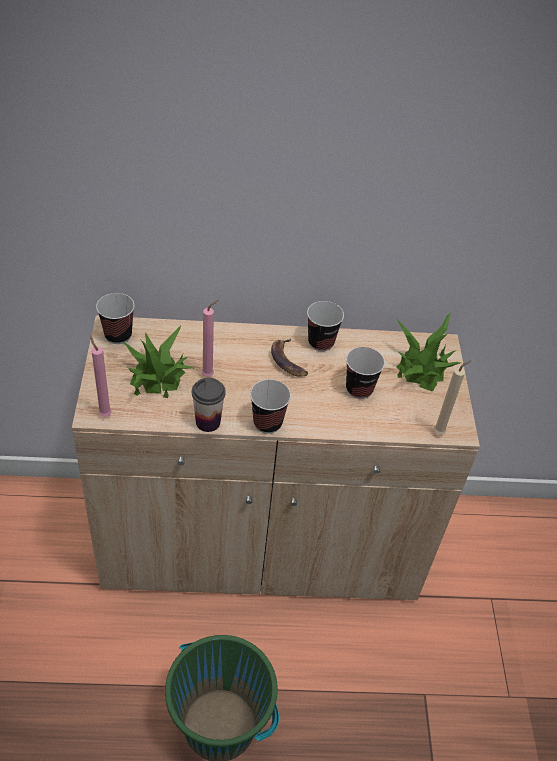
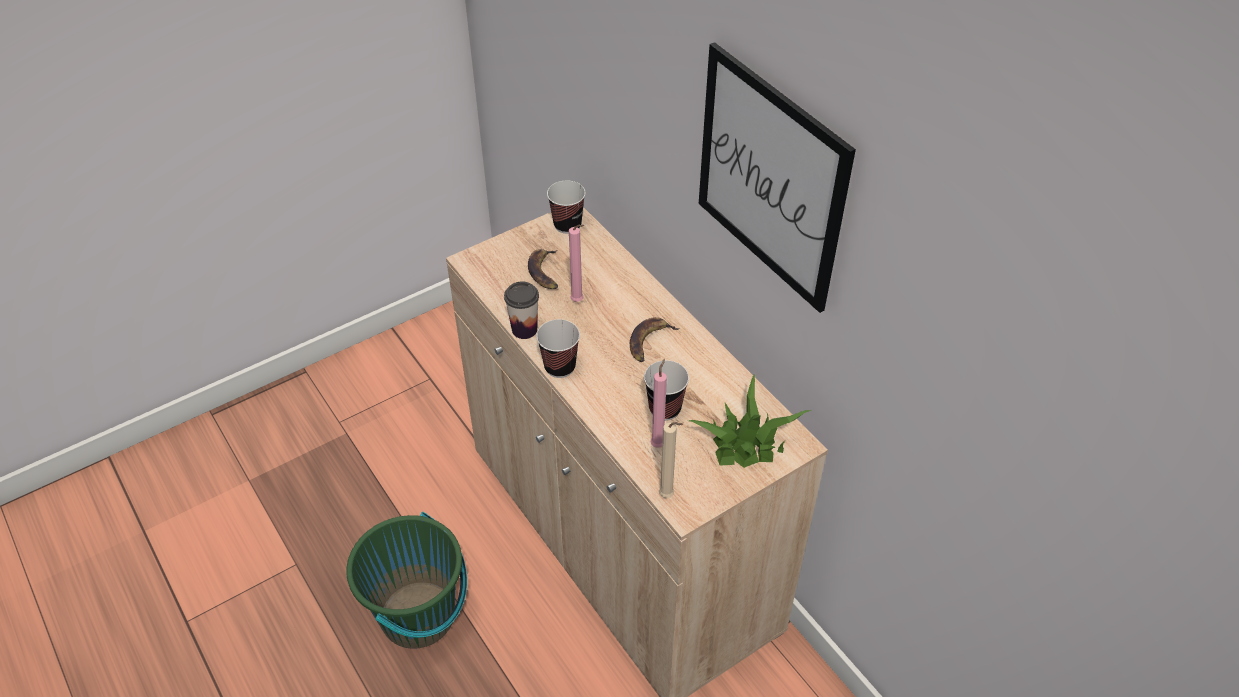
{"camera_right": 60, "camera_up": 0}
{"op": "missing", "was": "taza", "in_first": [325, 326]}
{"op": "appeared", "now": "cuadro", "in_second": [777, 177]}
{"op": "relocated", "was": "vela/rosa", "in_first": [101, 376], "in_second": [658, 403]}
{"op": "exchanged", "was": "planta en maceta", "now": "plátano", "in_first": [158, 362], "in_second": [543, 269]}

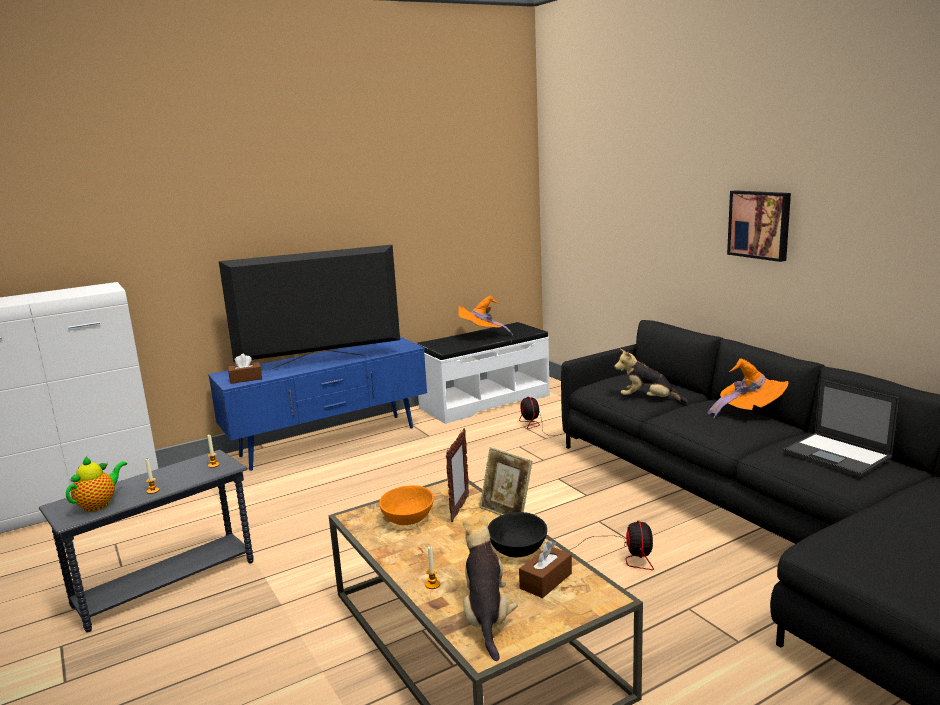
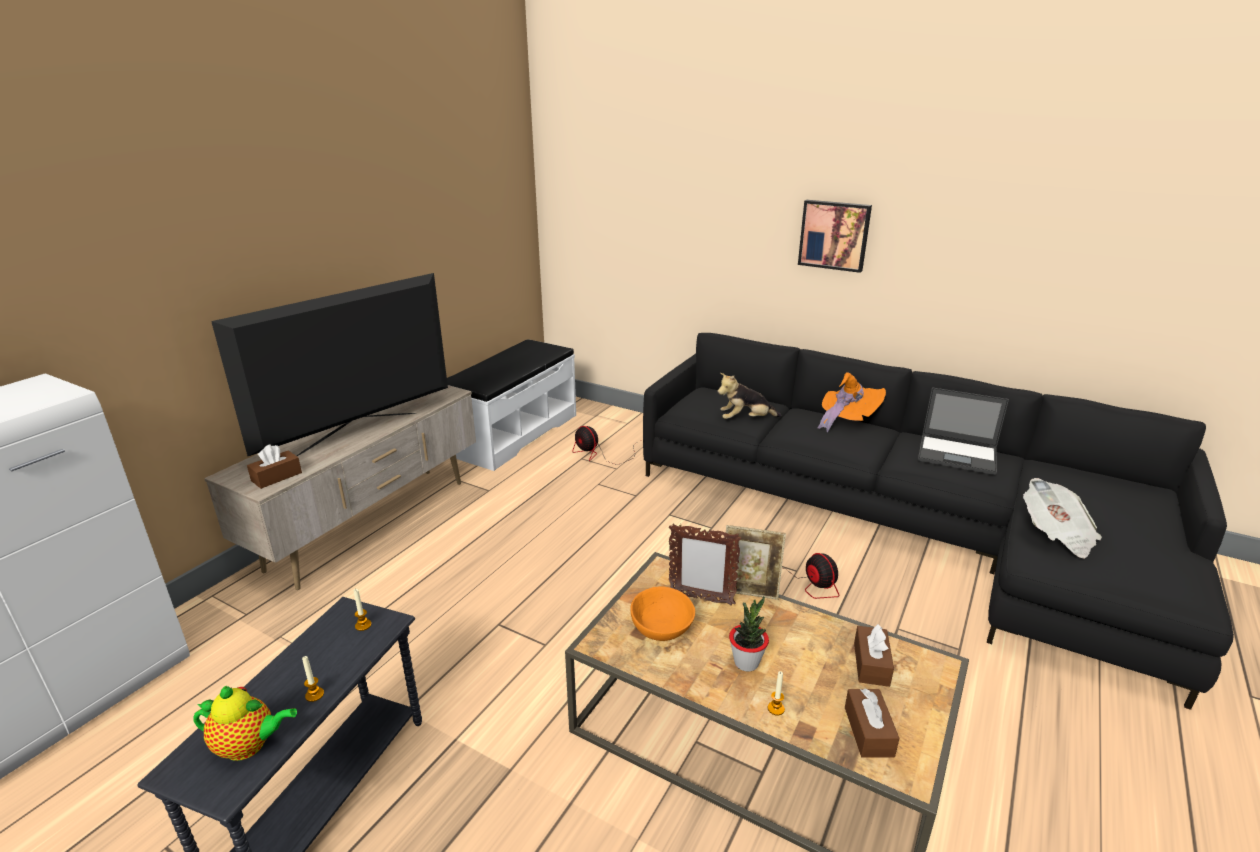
{"camera_right": -30, "camera_up": 10}
{"op": "missing", "was": "sombrero/naranja", "in_first": [485, 315]}
{"op": "missing", "was": "cuenco/negro", "in_first": [517, 534]}
{"op": "appeared", "now": "planta en maceta", "in_second": [749, 634]}
{"op": "appeared", "now": "periódico", "in_second": [1062, 518]}
{"op": "exchanged", "was": "peluche", "now": "caja de pañuelos/marrón", "in_first": [490, 587], "in_second": [872, 723]}
{"op": "colour", "was": "mueble de televisión/azul", "now": "mueble de televisión/beis", "in_first": [317, 404], "in_second": [340, 487]}
{"op": "spun", "was": "tetera", "in_first": [96, 484], "in_second": [245, 723], "clockwise": 90}
{"op": "spun", "was": "portarretratos", "in_first": [457, 475], "in_second": [705, 565], "clockwise": 120}

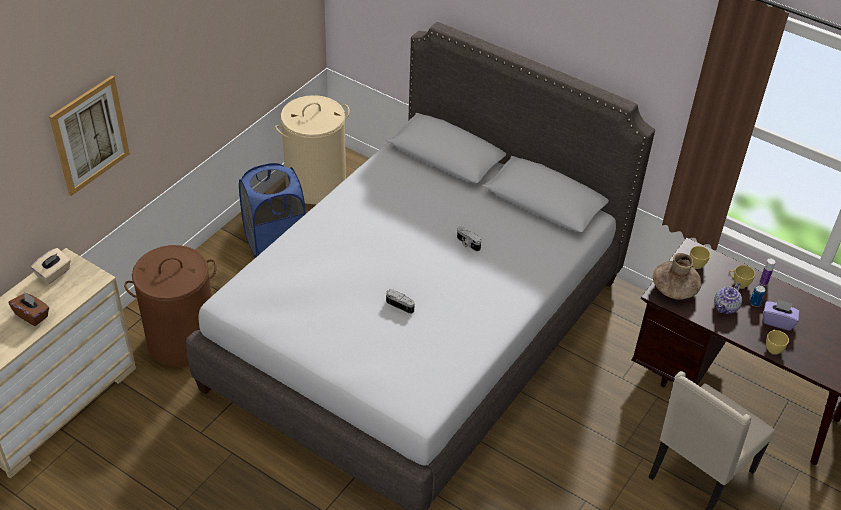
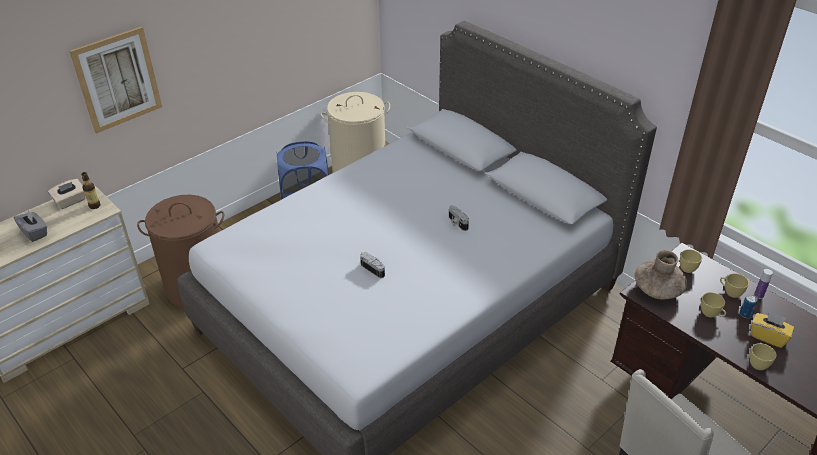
{"camera_right": 15, "camera_up": -5}
{"op": "appeared", "now": "botella", "in_second": [91, 190]}
{"op": "exchanged", "was": "tetera", "now": "taza/amarillo", "in_first": [728, 298], "in_second": [713, 304]}
{"op": "colour", "was": "caja de pañuelos/marrón", "now": "caja de pañuelos/gris", "in_first": [28, 309], "in_second": [30, 226]}
{"op": "colour", "was": "caja de pañuelos/morado", "now": "caja de pañuelos/amarillo", "in_first": [781, 315], "in_second": [772, 329]}

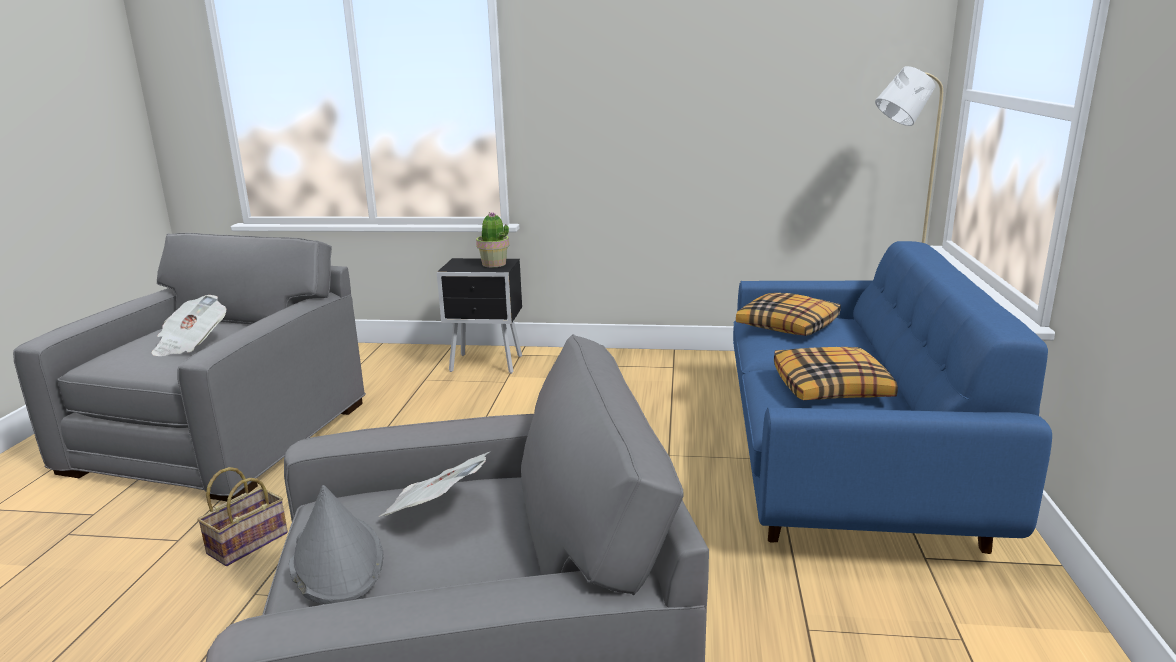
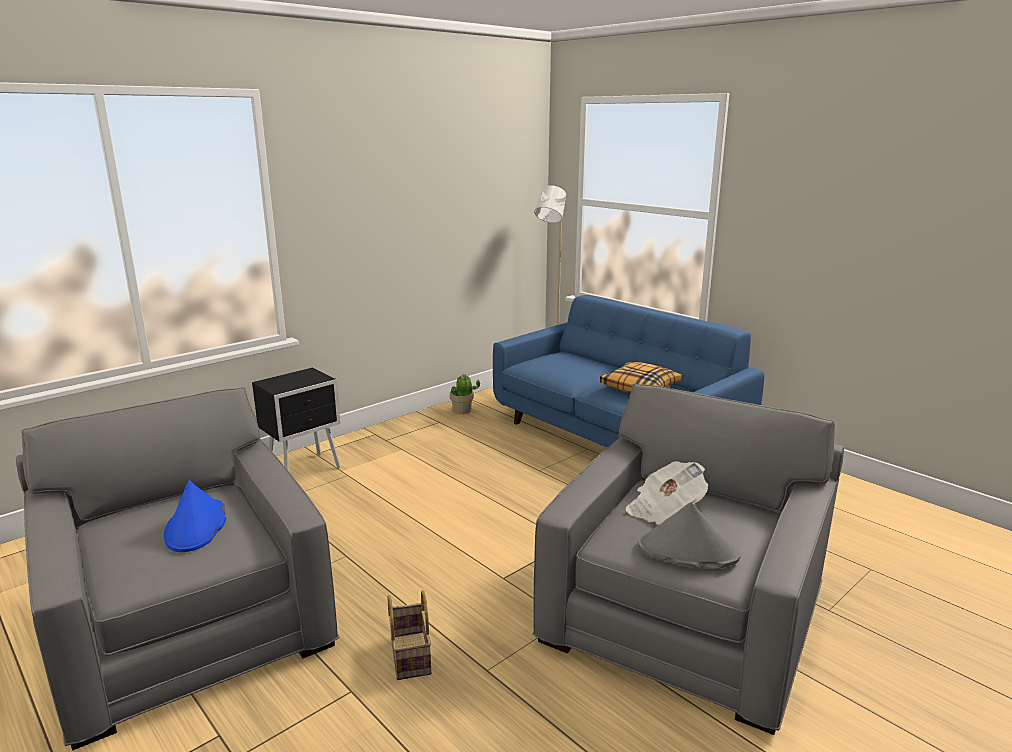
{"camera_right": -50, "camera_up": 0}
{"op": "missing", "was": "cojín", "in_first": [788, 314]}
{"op": "relocated", "was": "planta en maceta", "in_first": [492, 240], "in_second": [465, 394]}
{"op": "exchanged", "was": "periódico", "now": "sombrero/azul", "in_first": [188, 325], "in_second": [195, 516]}

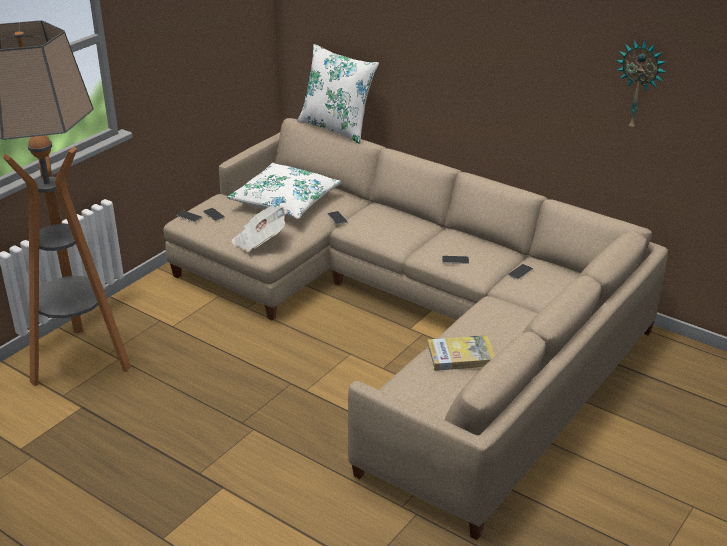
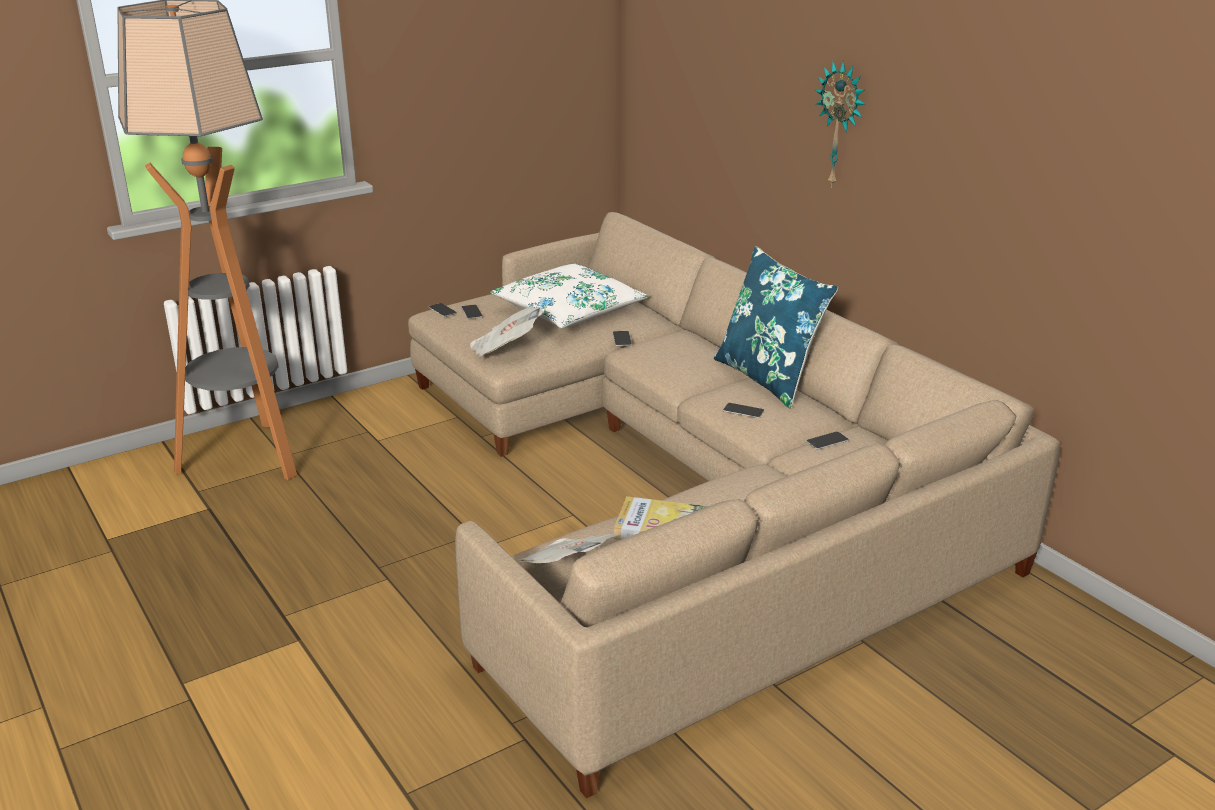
{"camera_right": 20, "camera_up": -5}
{"op": "missing", "was": "cojín/blanco", "in_first": [338, 94]}
{"op": "appeared", "now": "periódico", "in_second": [568, 548]}
{"op": "appeared", "now": "cojín/azul", "in_second": [776, 327]}
{"op": "relocated", "was": "reloj de pared", "in_first": [641, 84], "in_second": [840, 124]}

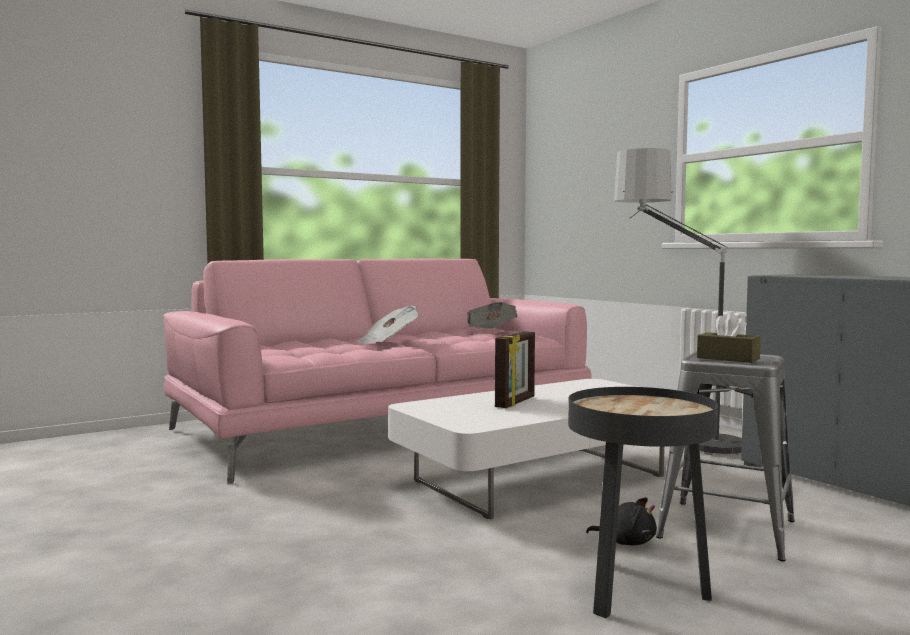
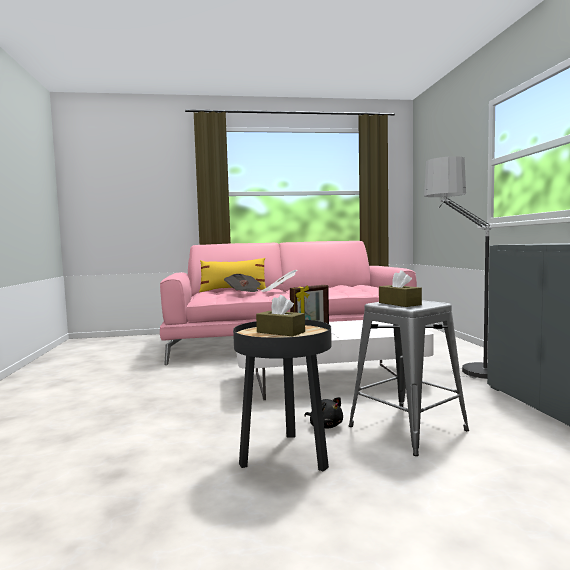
{"camera_right": 25, "camera_up": 0}
{"op": "appeared", "now": "cojín/amarillo", "in_second": [232, 275]}
{"op": "appeared", "now": "caja de pañuelos/marrón", "in_second": [280, 315]}
{"op": "relocated", "was": "periódico", "in_first": [492, 315], "in_second": [242, 283]}

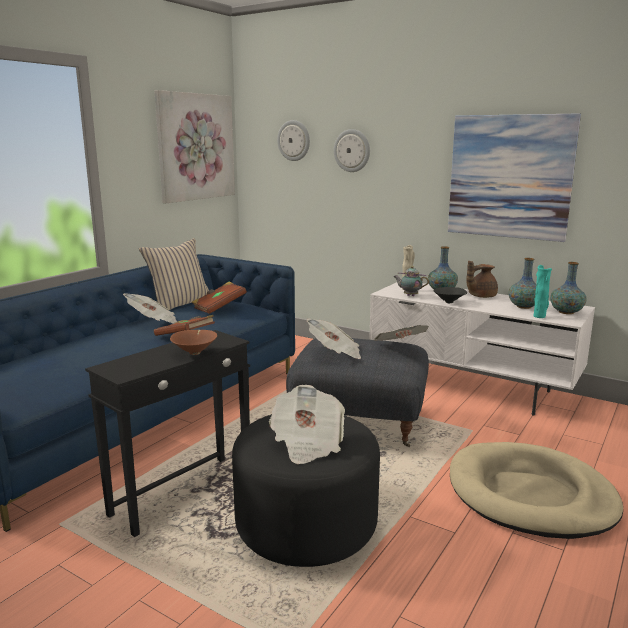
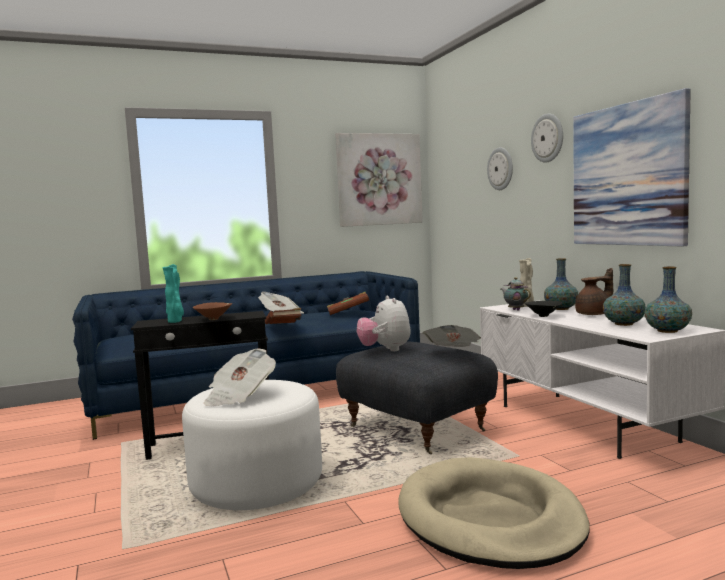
{"camera_right": 35, "camera_up": -10}
{"op": "missing", "was": "cojín/beis", "in_first": [174, 274]}
{"op": "relocated", "was": "reloj de pared", "in_first": [293, 140], "in_second": [547, 138]}
{"op": "relocated", "was": "florero/turquesa", "in_first": [542, 291], "in_second": [173, 293]}
{"op": "exchanged", "was": "periódico", "now": "peluche", "in_first": [334, 339], "in_second": [384, 323]}
{"op": "colour", "was": "puf/negro", "now": "puf/blanco", "in_first": [306, 490], "in_second": [252, 445]}
{"op": "spun", "was": "tetera/marrón", "in_first": [482, 279], "in_second": [594, 291], "clockwise": 150}

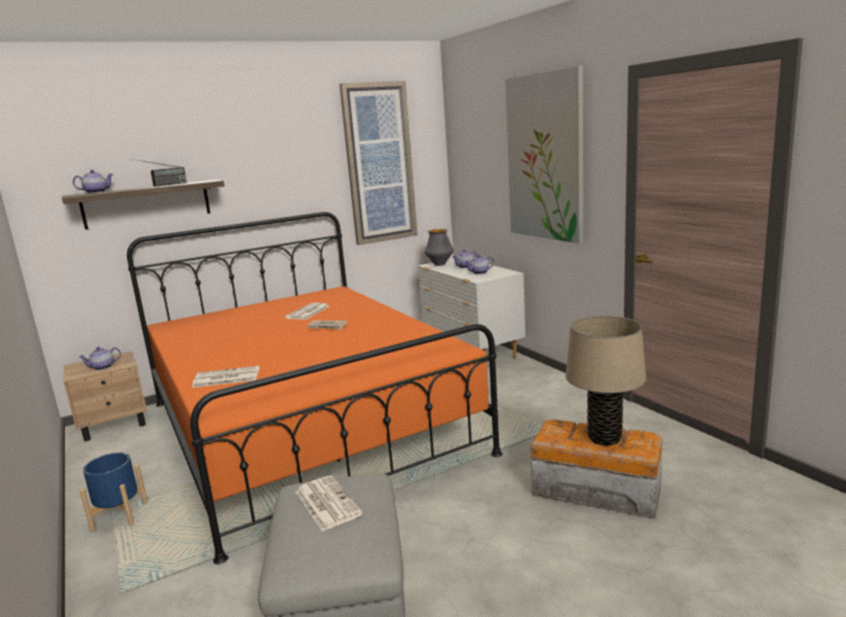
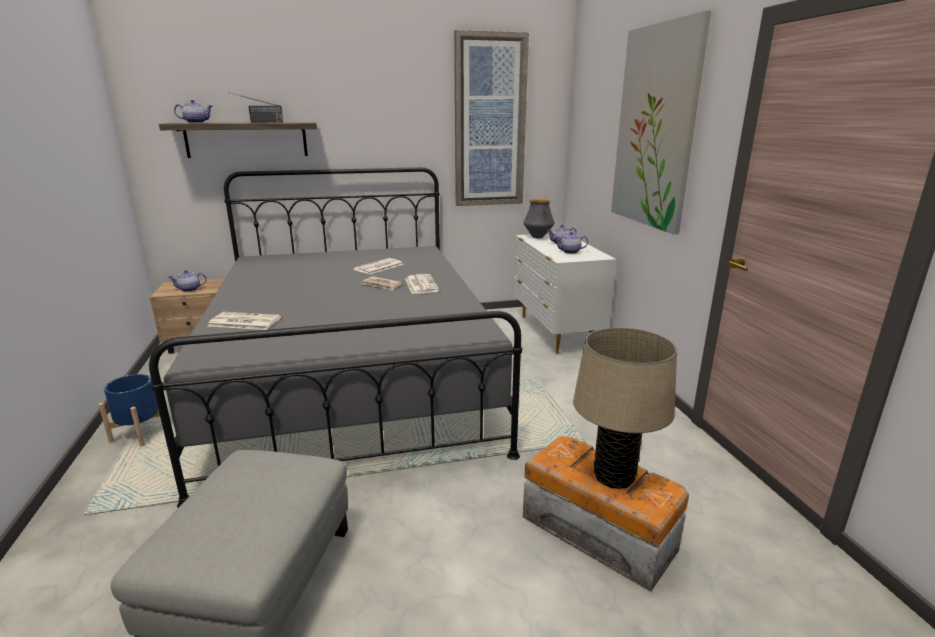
{"camera_right": 15, "camera_up": 5}
{"op": "relocated", "was": "periódico", "in_first": [329, 503], "in_second": [422, 284]}
{"op": "colour", "was": "cama/naranja", "now": "cama/gris", "in_first": [315, 388], "in_second": [335, 337]}

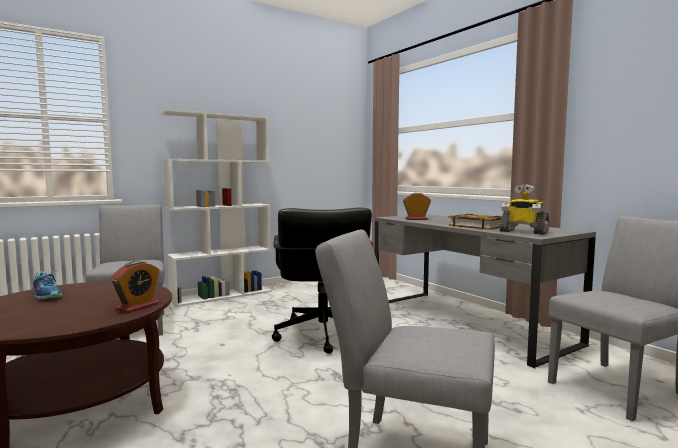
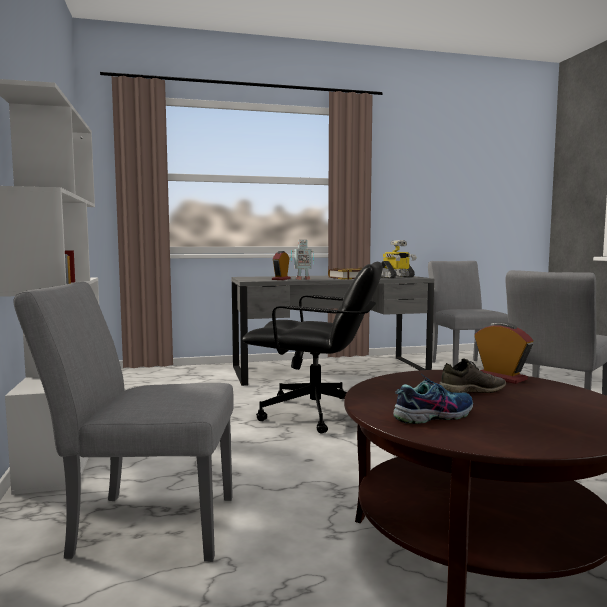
{"camera_right": -70, "camera_up": 0}
{"op": "appeared", "now": "robot de juguete", "in_second": [302, 260]}
{"op": "appeared", "now": "zapato/gris", "in_second": [472, 375]}

